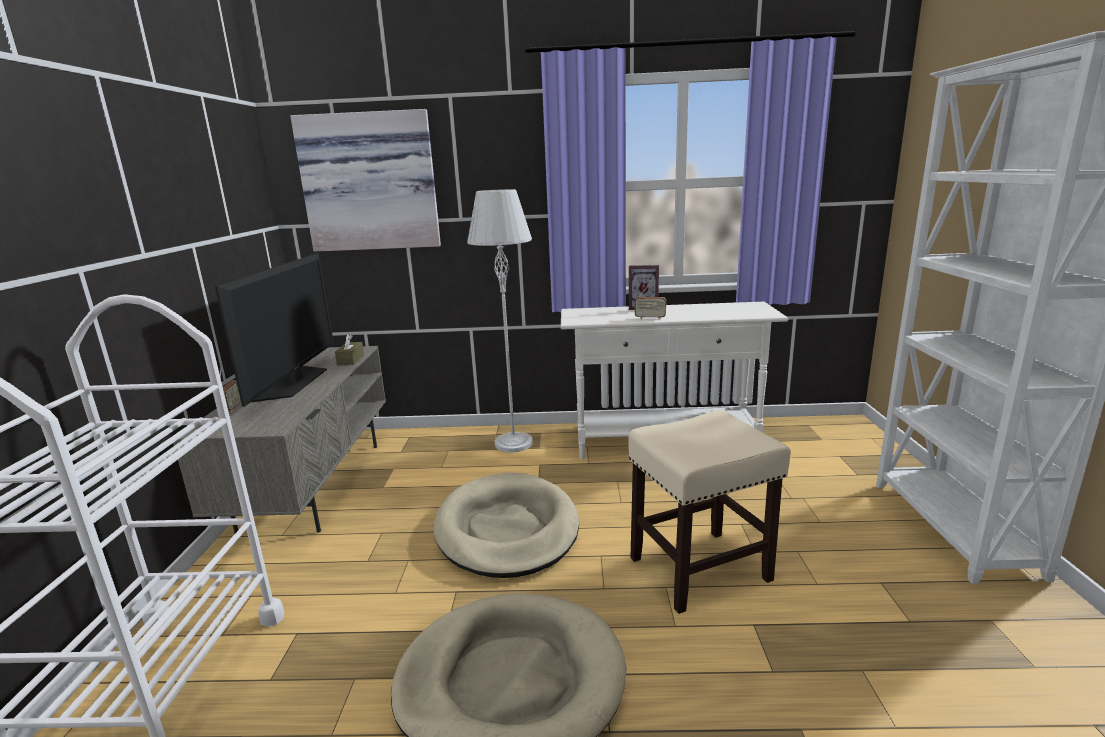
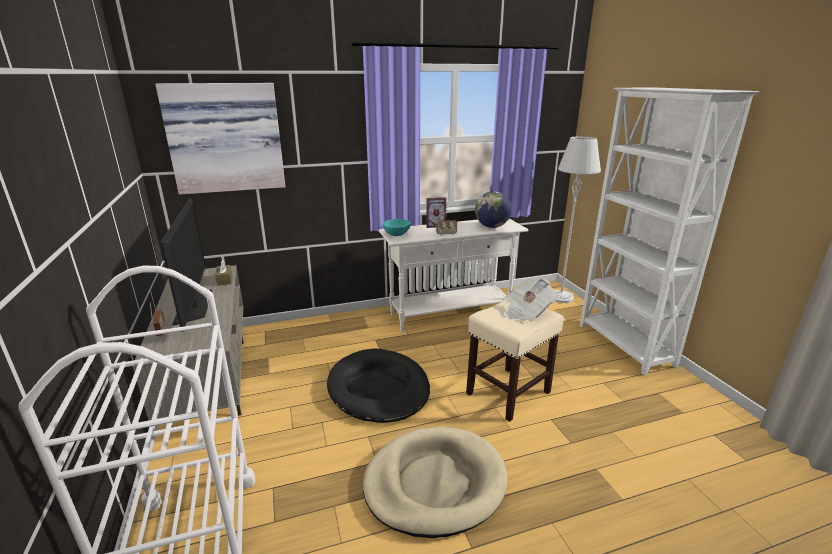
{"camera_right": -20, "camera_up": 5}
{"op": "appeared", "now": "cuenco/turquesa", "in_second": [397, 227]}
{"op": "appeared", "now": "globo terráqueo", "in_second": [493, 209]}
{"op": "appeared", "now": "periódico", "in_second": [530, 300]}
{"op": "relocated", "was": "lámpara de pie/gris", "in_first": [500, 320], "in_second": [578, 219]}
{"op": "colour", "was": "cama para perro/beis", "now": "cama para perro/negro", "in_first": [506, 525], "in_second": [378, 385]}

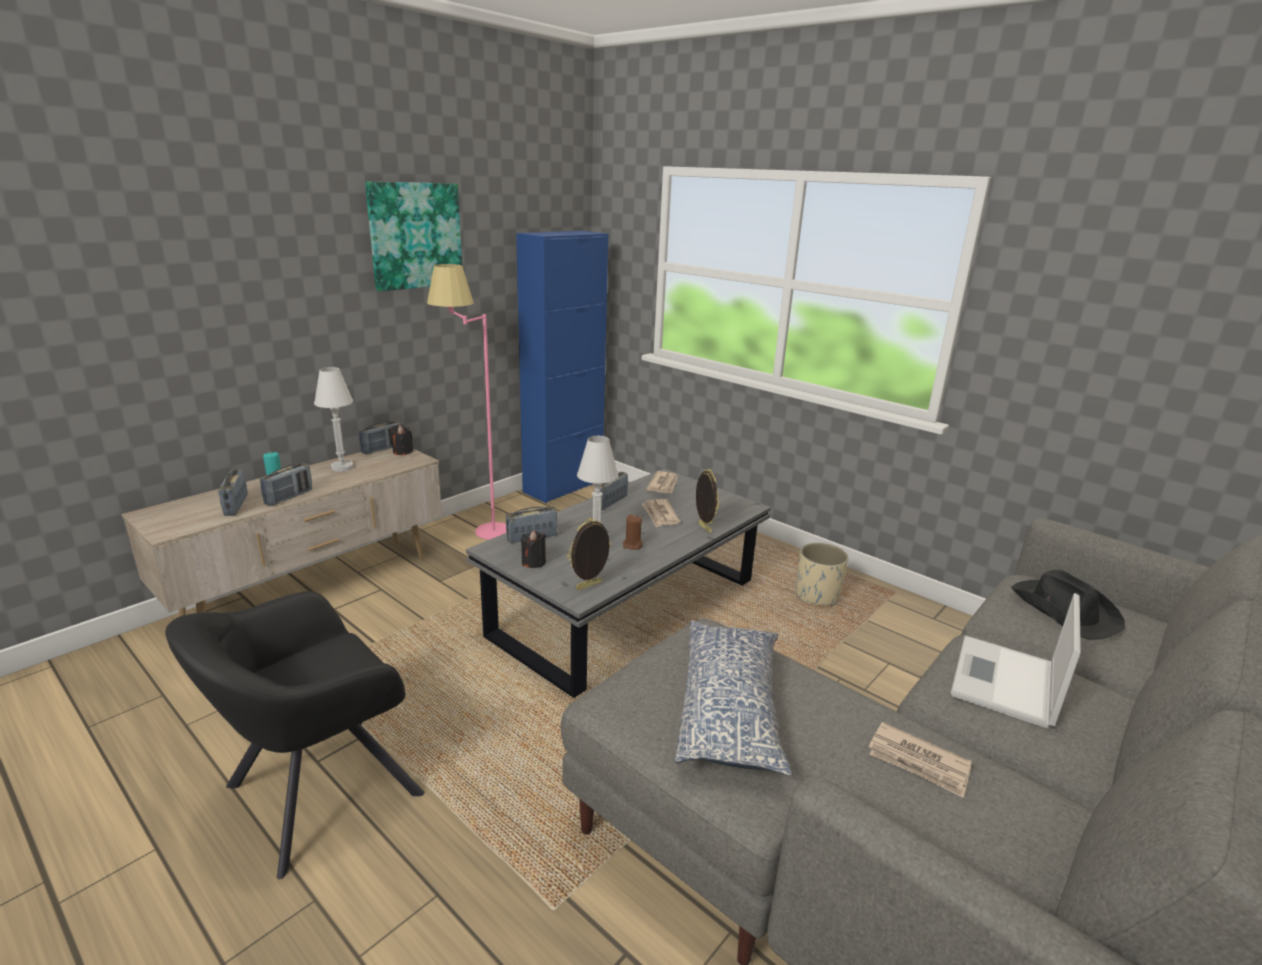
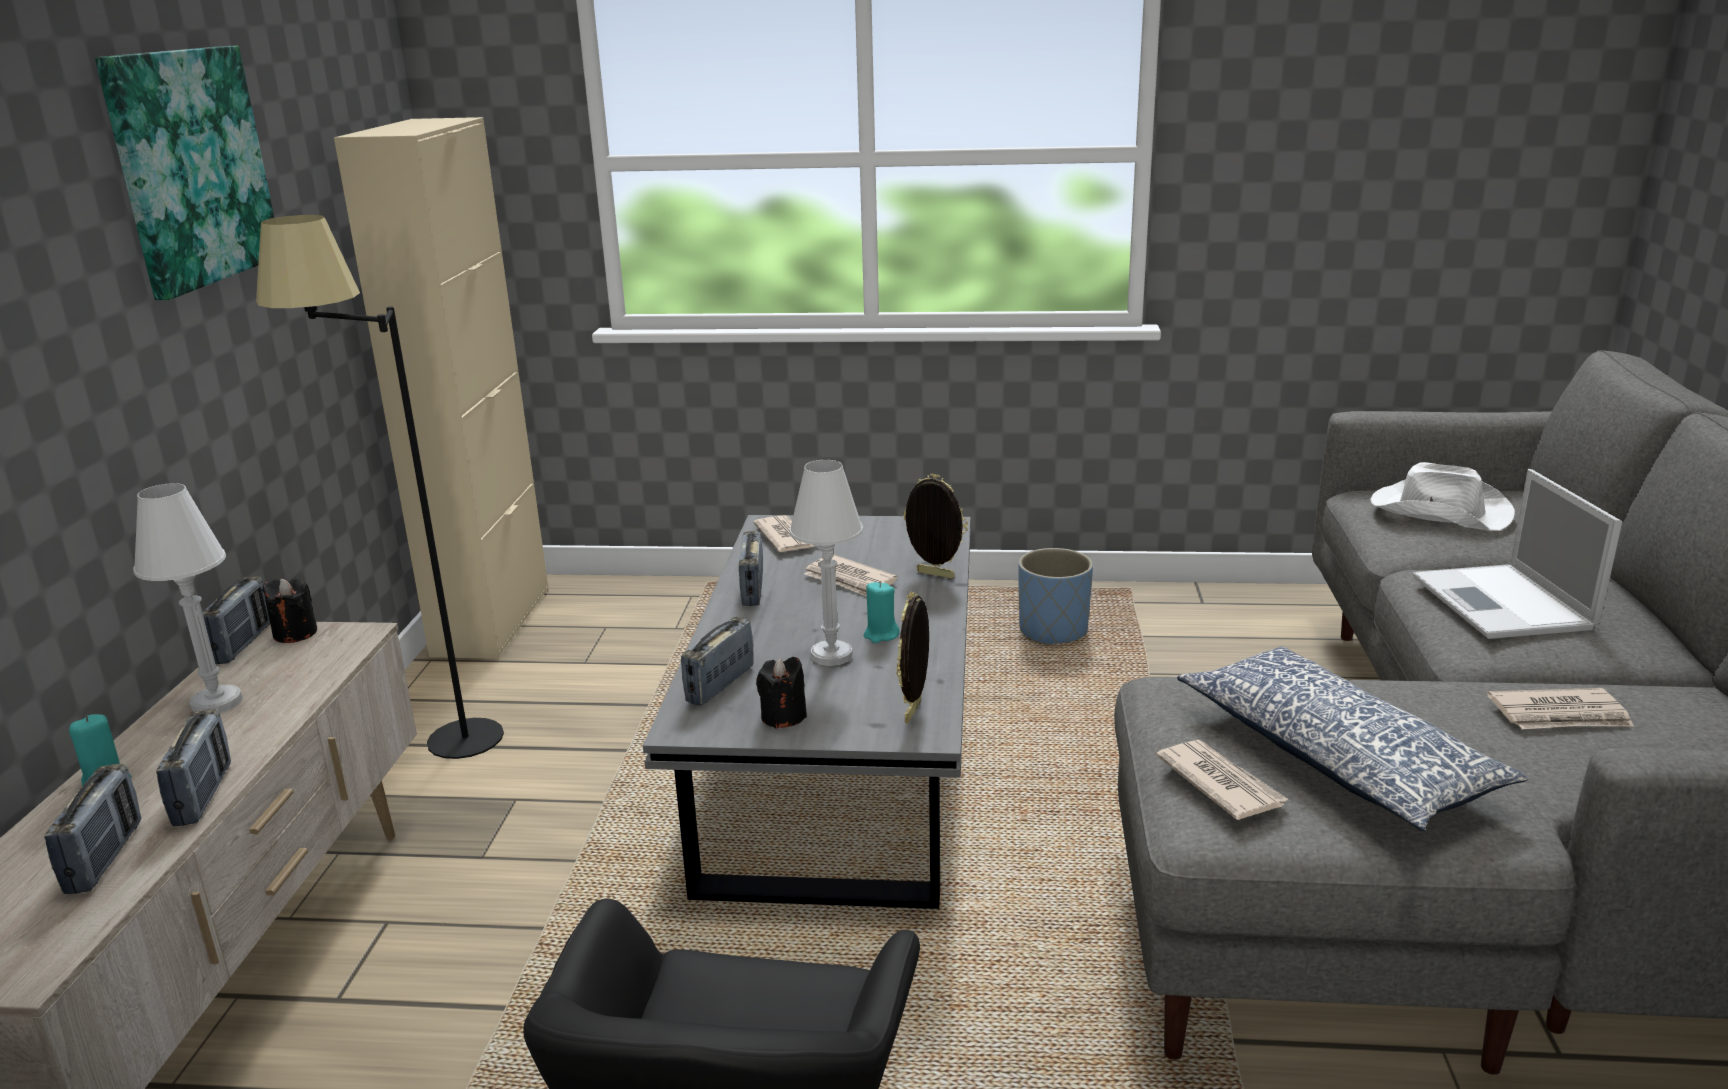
{"camera_right": -35, "camera_up": 0}
{"op": "appeared", "now": "periódico", "in_second": [1222, 779]}
{"op": "colour", "was": "lámpara de pie/rosa", "now": "lámpara de pie/negro", "in_first": [466, 402], "in_second": [380, 487]}
{"op": "colour", "was": "armario/azul", "now": "armario/beis", "in_first": [562, 367], "in_second": [441, 388]}
{"op": "colour", "was": "vela/marrón", "now": "vela/turquesa", "in_first": [633, 532], "in_second": [882, 612]}
{"op": "colour", "was": "maceta/beis", "now": "maceta/azul", "in_first": [822, 574], "in_second": [1055, 596]}
{"op": "colour", "was": "sombrero/negro", "now": "sombrero/blanco", "in_first": [1068, 605], "in_second": [1442, 496]}
{"op": "spun", "was": "radio", "in_first": [233, 492], "in_second": [93, 829], "clockwise": -135}

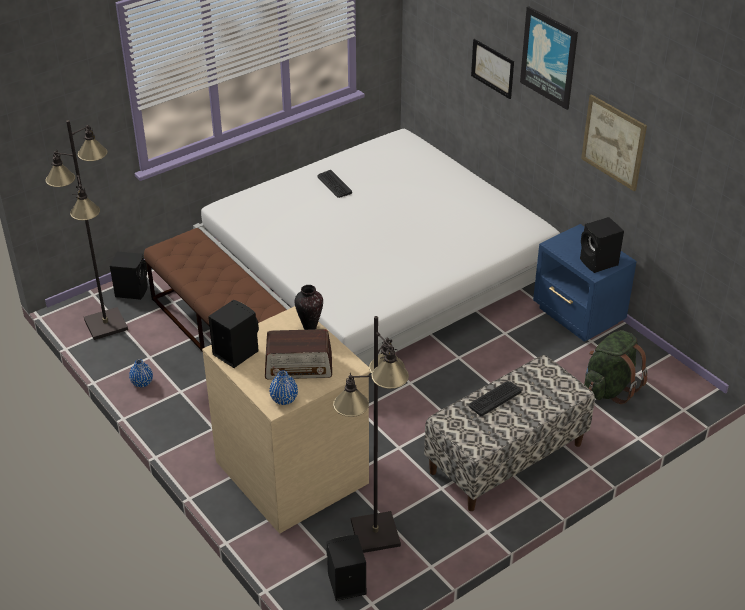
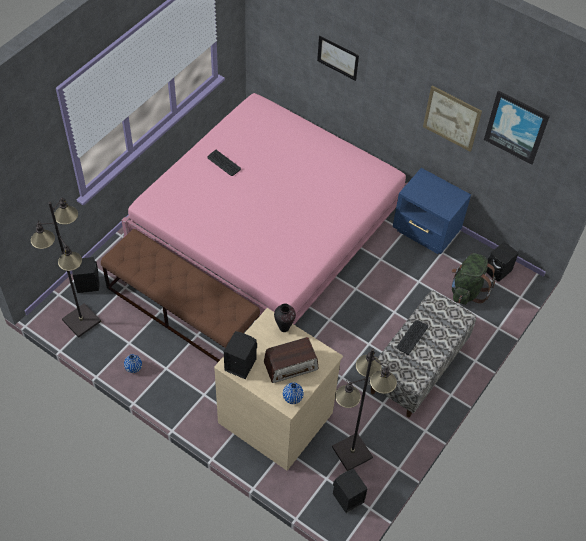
{"camera_right": -20, "camera_up": 15}
{"op": "relocated", "was": "cuadro", "in_first": [549, 58], "in_second": [517, 128]}
{"op": "relocated", "was": "altavoz/negro", "in_first": [602, 245], "in_second": [502, 262]}
{"op": "colour", "was": "cama/blanco", "now": "cama/rosa", "in_first": [376, 247], "in_second": [264, 208]}

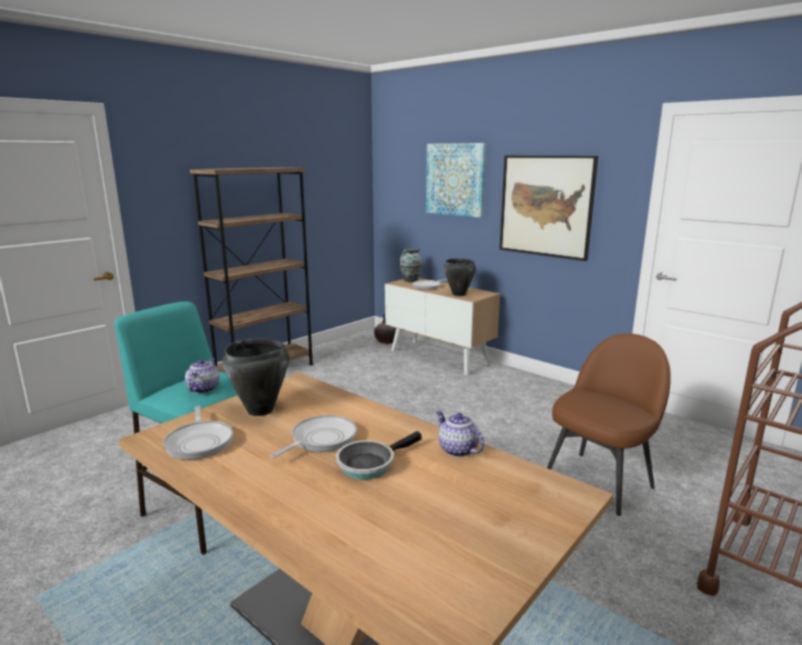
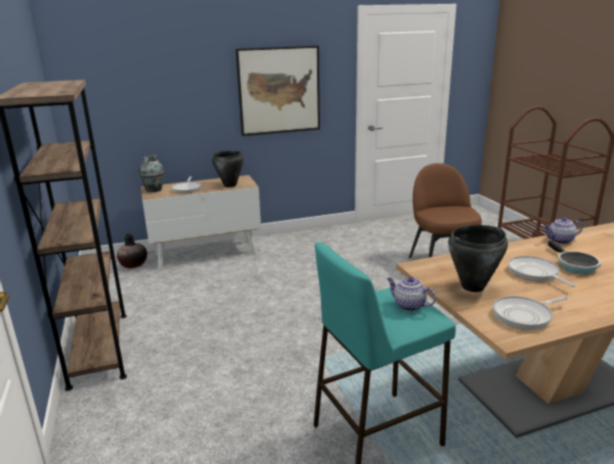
{"camera_right": -60, "camera_up": 5}
{"op": "missing", "was": "cuadro", "in_first": [456, 180]}
{"op": "spun", "was": "sartén", "in_first": [198, 433], "in_second": [531, 313], "clockwise": 150}

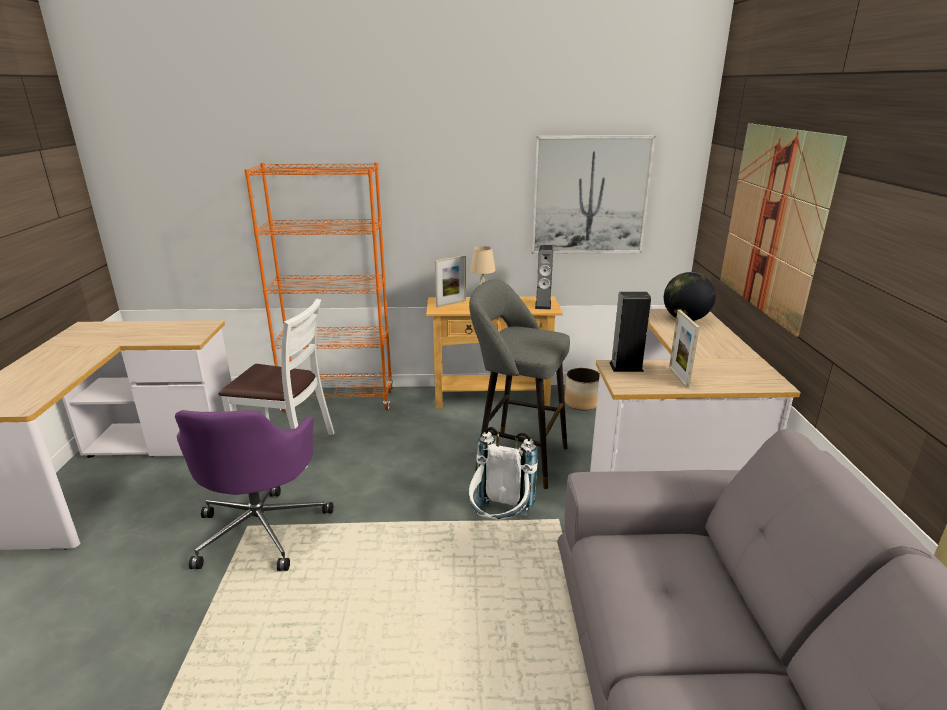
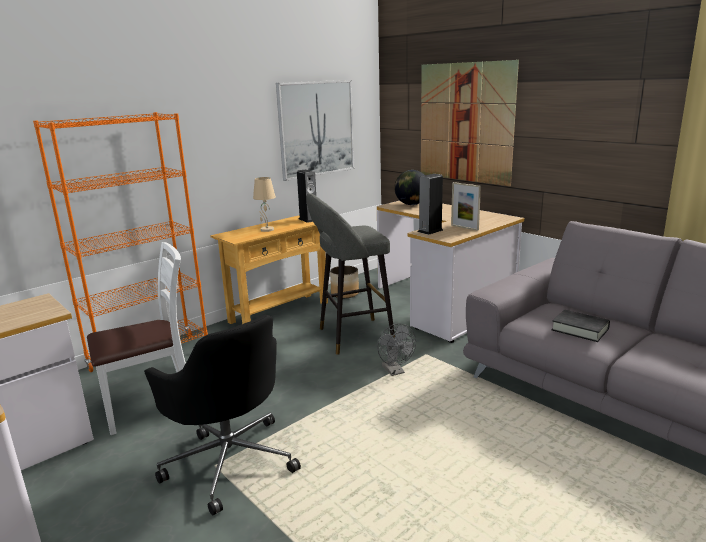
{"camera_right": -40, "camera_up": -5}
{"op": "missing", "was": "portarretratos", "in_first": [450, 281]}
{"op": "appeared", "now": "libro/negro", "in_second": [580, 326]}
{"op": "exchanged", "was": "mochila/blanco", "now": "ventilador/gris", "in_first": [503, 473], "in_second": [396, 350]}
{"op": "colour", "was": "silla de oficina/morado", "now": "silla de oficina/negro", "in_first": [254, 490], "in_second": [222, 415]}

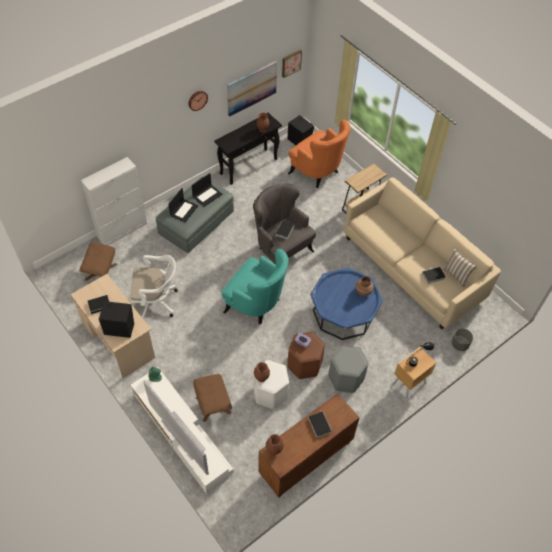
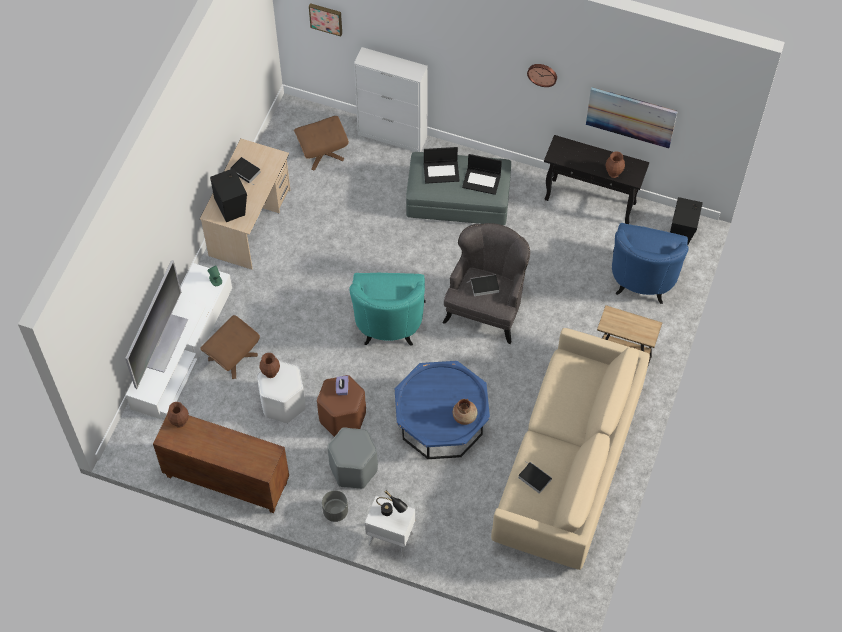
{"camera_right": 60, "camera_up": 5}
{"op": "missing", "was": "silla de oficina/blanco", "in_first": [152, 287]}
{"op": "missing", "was": "libro", "in_first": [320, 423]}
{"op": "missing", "was": "cojín", "in_first": [459, 267]}
{"op": "relocated", "was": "cuadro", "in_first": [292, 64], "in_second": [325, 19]}
{"op": "relocated", "was": "maceta/gris", "in_first": [462, 339], "in_second": [335, 506]}
{"op": "colour", "was": "sillón/naranja", "now": "sillón/azul", "in_first": [319, 154], "in_second": [650, 263]}
{"op": "colour", "was": "mesita de noche/marrón", "now": "mesita de noche/blanco", "in_first": [414, 373], "in_second": [390, 526]}

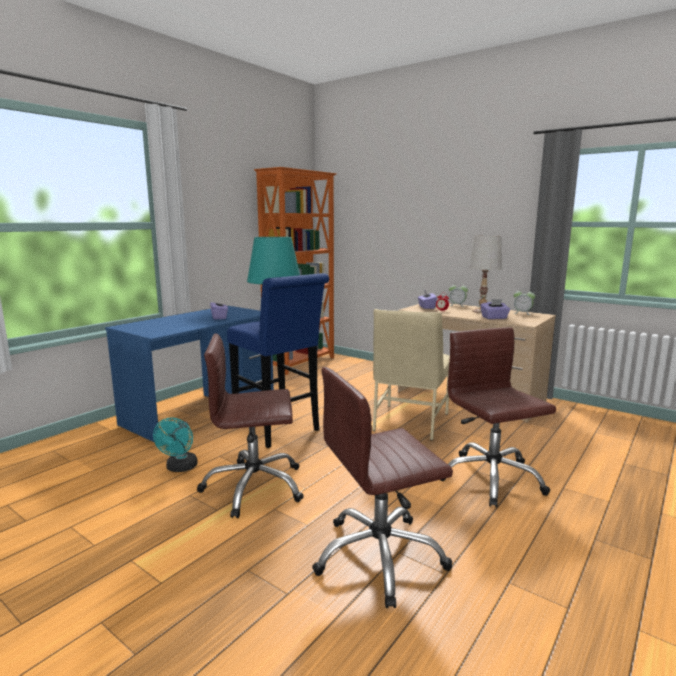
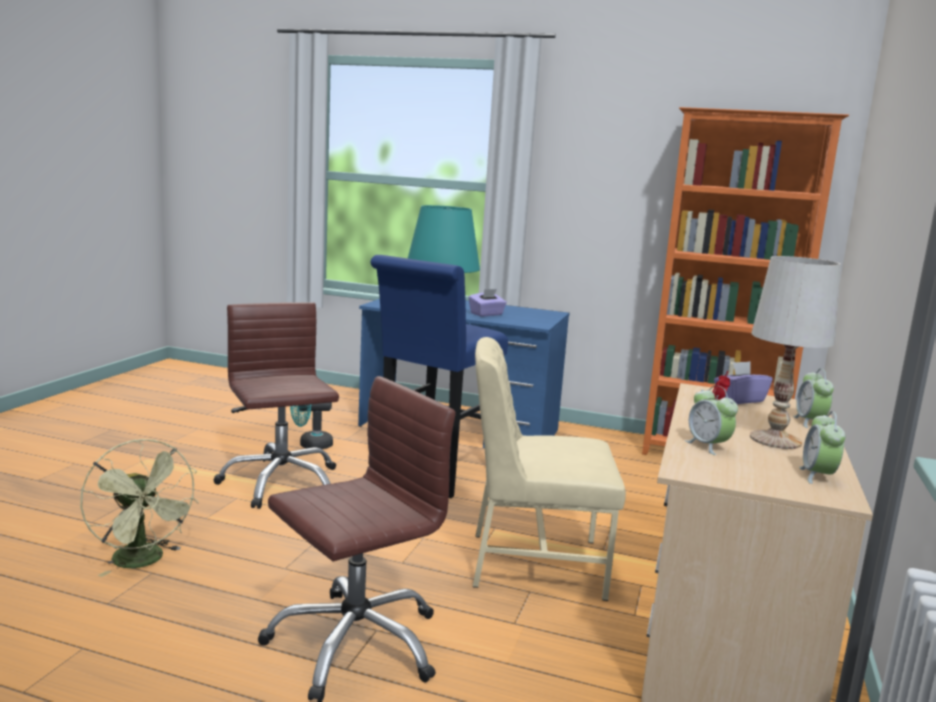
{"camera_right": 70, "camera_up": 0}
{"op": "exchanged", "was": "silla de oficina/marrón", "now": "ventilador/verde", "in_first": [382, 487], "in_second": [139, 508]}
{"op": "exchanged", "was": "caja de pañuelos/morado", "now": "despertador", "in_first": [495, 309], "in_second": [711, 420]}

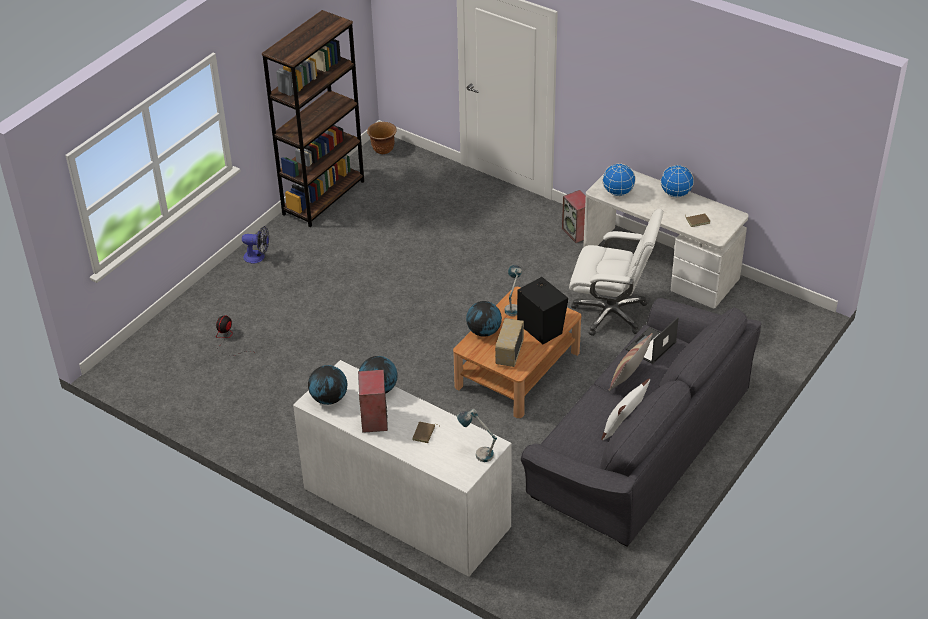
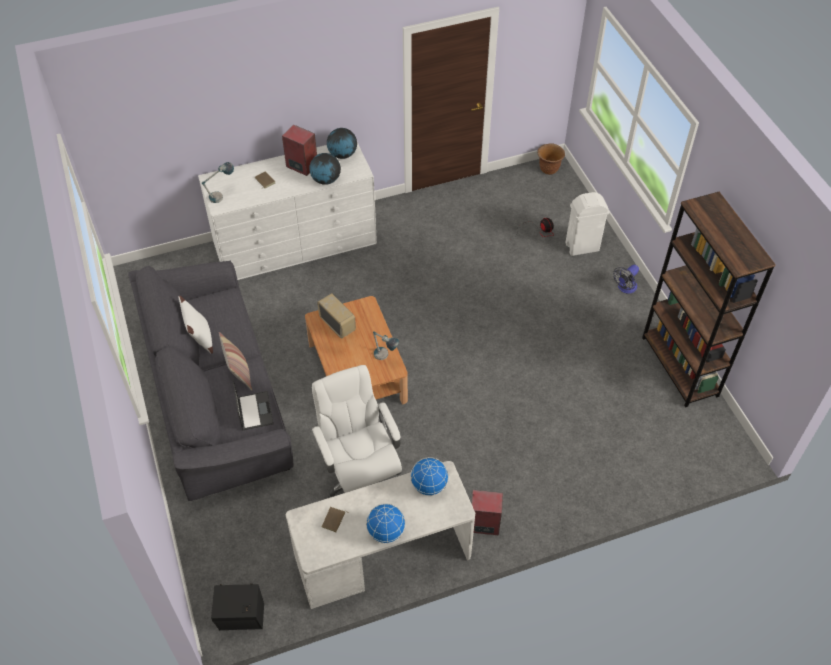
{"camera_right": 125, "camera_up": 10}
{"op": "missing", "was": "globo terráqueo", "in_first": [484, 319]}
{"op": "appeared", "now": "papelera/blanco", "in_second": [587, 224]}
{"op": "relocated", "was": "maceta/marrón", "in_first": [382, 138], "in_second": [551, 159]}
{"op": "relocated", "was": "altavoz/negro", "in_first": [542, 310], "in_second": [237, 606]}
{"op": "spun", "was": "silla de oficina/blanco", "in_first": [616, 272], "in_second": [356, 431], "clockwise": 105}

